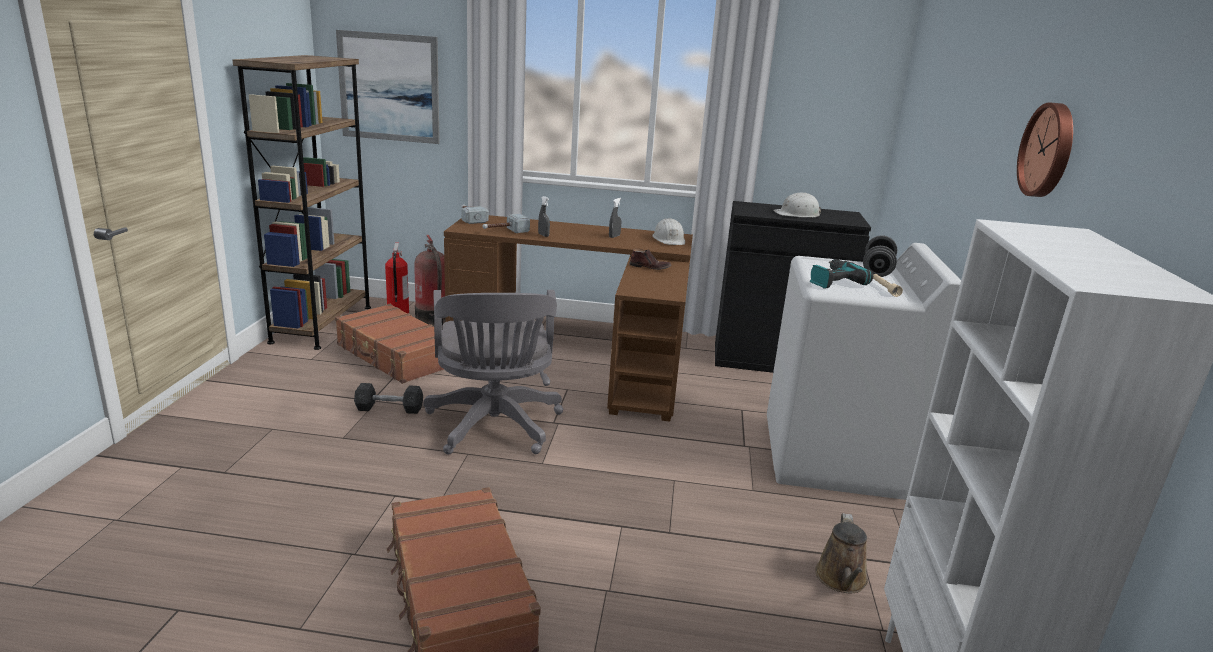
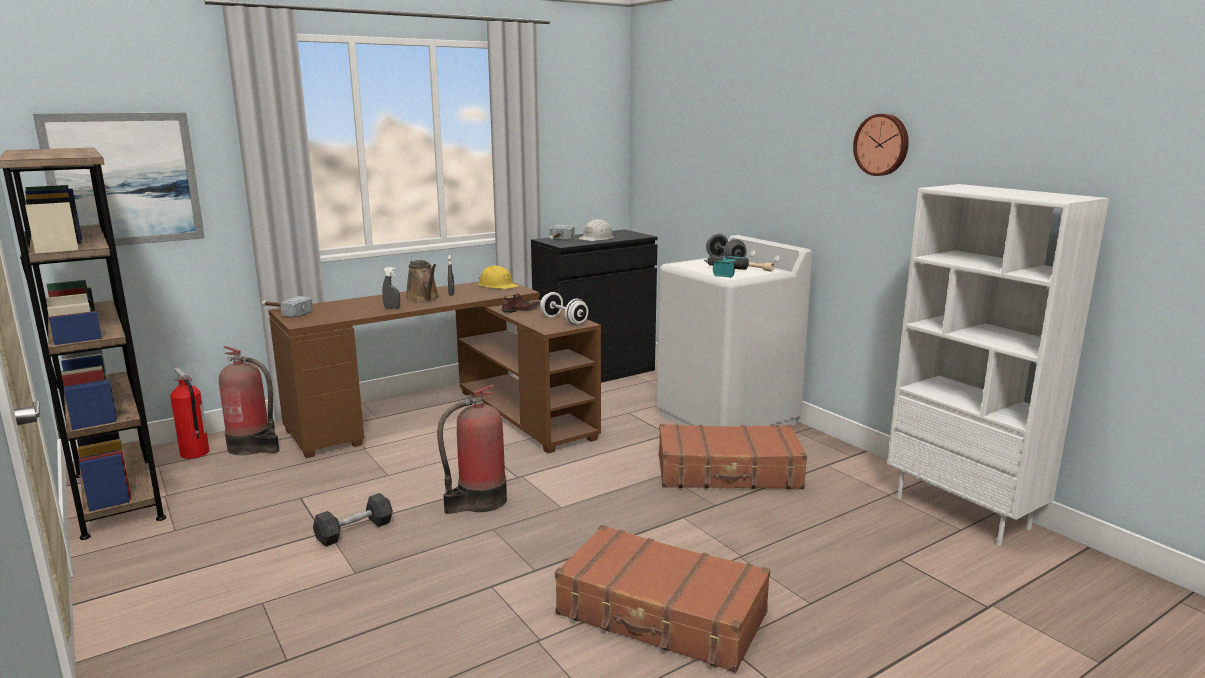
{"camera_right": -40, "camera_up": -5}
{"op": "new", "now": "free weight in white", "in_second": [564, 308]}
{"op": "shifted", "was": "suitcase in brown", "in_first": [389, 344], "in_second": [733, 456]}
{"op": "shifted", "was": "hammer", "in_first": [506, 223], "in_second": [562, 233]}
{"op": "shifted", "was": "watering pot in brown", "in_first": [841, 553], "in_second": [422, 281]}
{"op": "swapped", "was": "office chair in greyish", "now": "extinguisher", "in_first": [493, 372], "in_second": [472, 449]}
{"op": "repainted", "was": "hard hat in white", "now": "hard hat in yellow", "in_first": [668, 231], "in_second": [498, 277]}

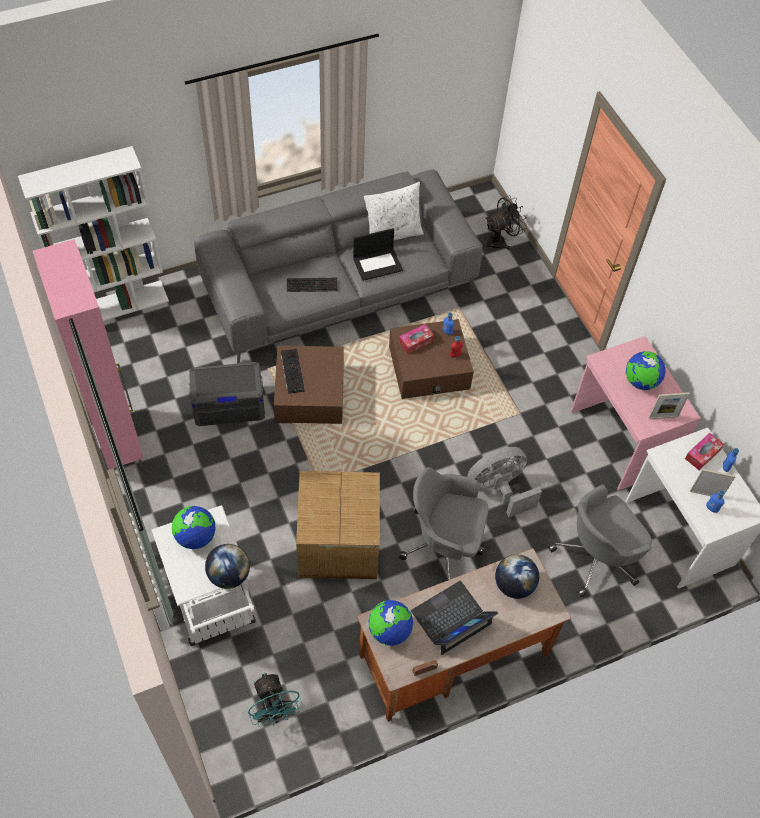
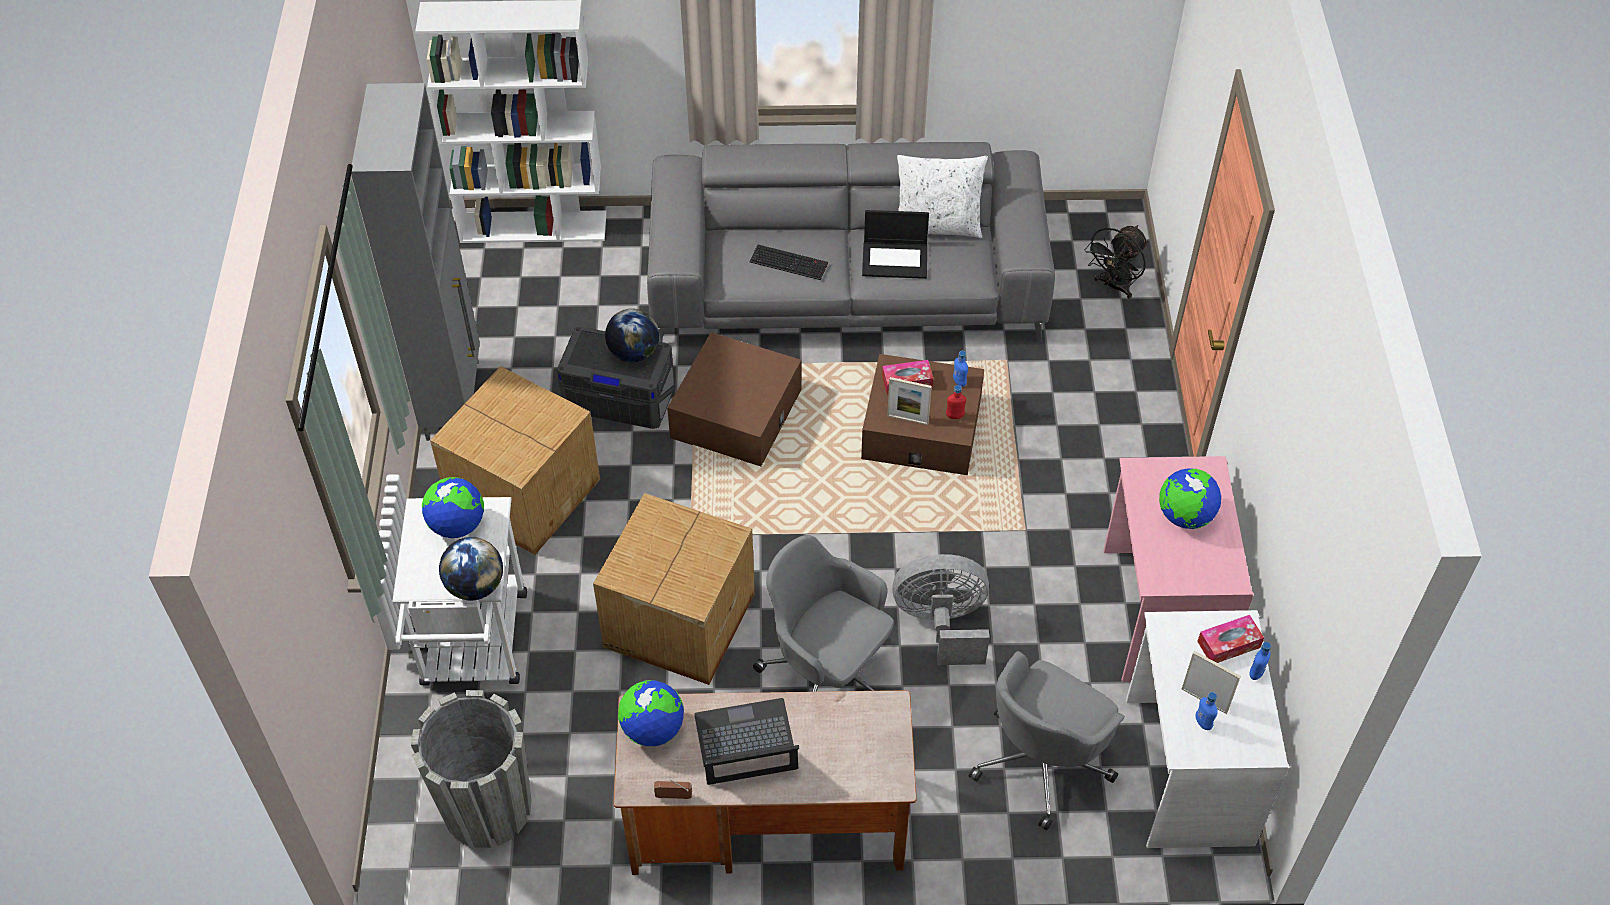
{"camera_right": 25, "camera_up": -5}
{"op": "gone", "was": "PC keyboard", "in_first": [293, 371]}
{"op": "new", "now": "carton", "in_second": [515, 460]}
{"op": "shifted", "was": "desk globe", "in_first": [517, 576], "in_second": [632, 335]}
{"op": "shifted", "was": "photo frame", "in_first": [669, 405], "in_second": [909, 401]}
{"op": "swapped", "was": "cooling fan in blue-green", "now": "flower pot in greyish", "in_first": [275, 700], "in_second": [471, 769]}
{"op": "repainted", "was": "storage cabinet in pink", "now": "storage cabinet in greyish", "in_first": [88, 354], "in_second": [415, 262]}
{"op": "rotated", "was": "cooling fan in blackish", "in_first": [505, 222], "in_second": [1116, 262], "clockwise": 135}
{"op": "rotated", "was": "office chair in greyish", "in_first": [600, 541], "in_second": [1047, 741], "clockwise": -45}

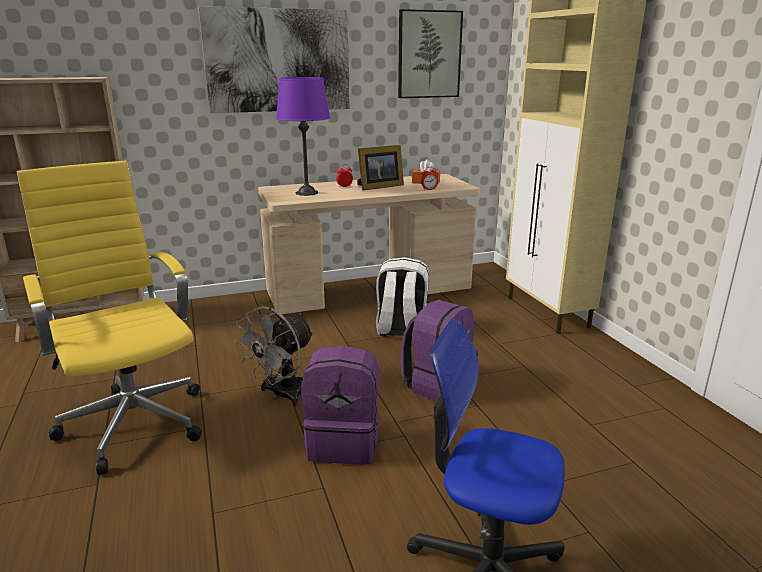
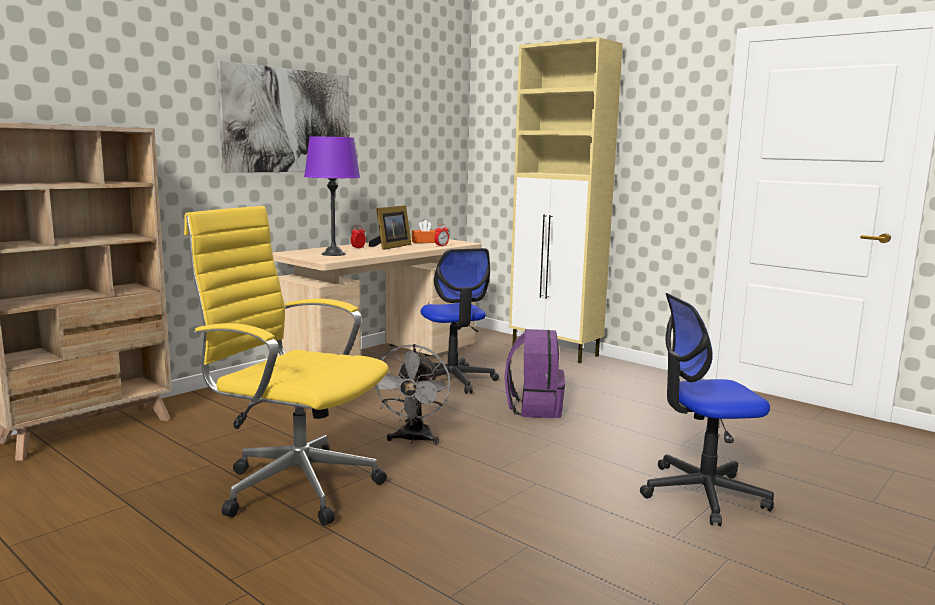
{"camera_right": -30, "camera_up": -10}
{"op": "gone", "was": "knapsack in purple-coloured", "in_first": [340, 405]}
{"op": "gone", "was": "picture", "in_first": [430, 53]}
{"op": "swapped", "was": "knapsack in white", "now": "office chair", "in_first": [402, 297], "in_second": [460, 321]}

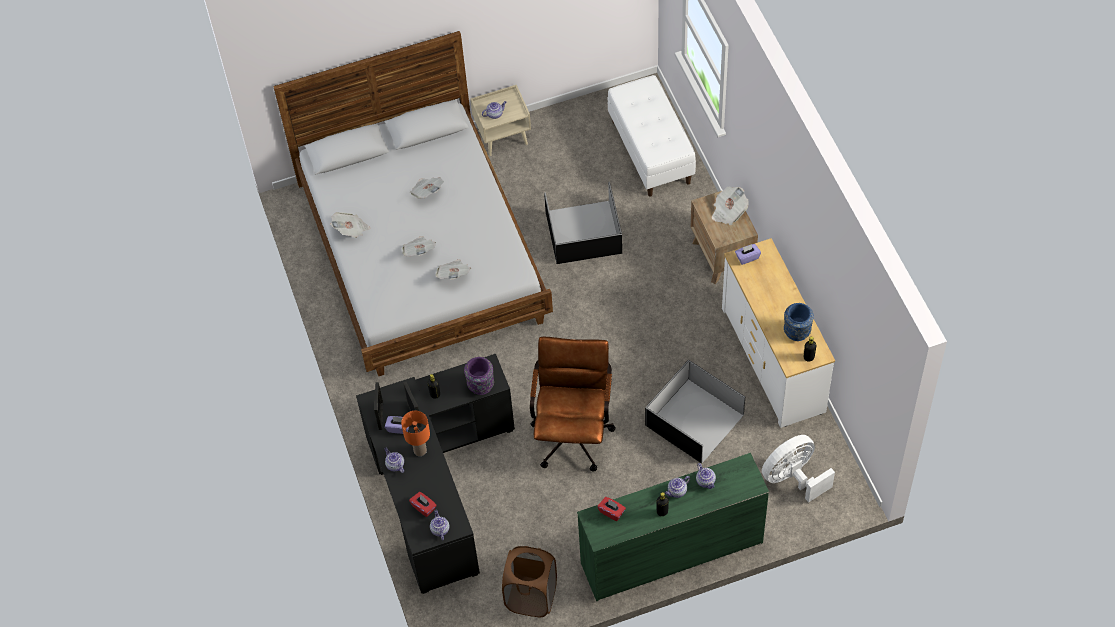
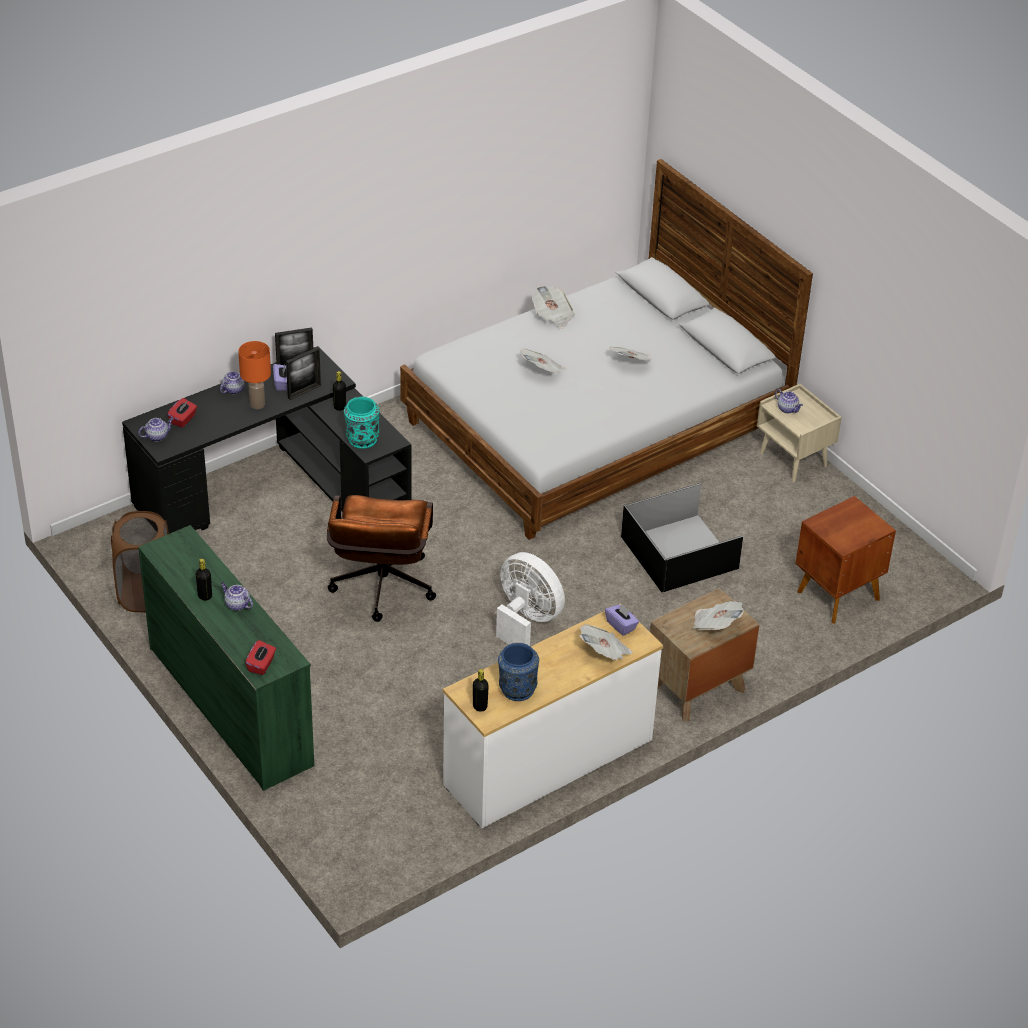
{"camera_right": 70, "camera_up": -15}
{"op": "gone", "was": "storage bin in blackish", "in_first": [695, 411]}
{"op": "gone", "was": "teapot", "in_first": [706, 476]}
{"op": "shifted", "was": "newspaper", "in_first": [453, 269], "in_second": [606, 642]}
{"op": "shifted", "was": "tissue holder in red", "in_first": [611, 509], "in_second": [260, 657]}
{"op": "shifted", "was": "cooling fan in white", "in_first": [798, 469], "in_second": [530, 599]}
{"op": "swapped", "was": "long seat in white", "now": "nightstand in brown", "in_first": [652, 136], "in_second": [845, 560]}
{"op": "repainted", "was": "decorative vase in purple-coloured", "now": "decorative vase in blue-green", "in_first": [479, 376], "in_second": [362, 423]}
{"op": "rotated", "was": "office chair in brown", "in_first": [573, 404], "in_second": [381, 558], "clockwise": 105}

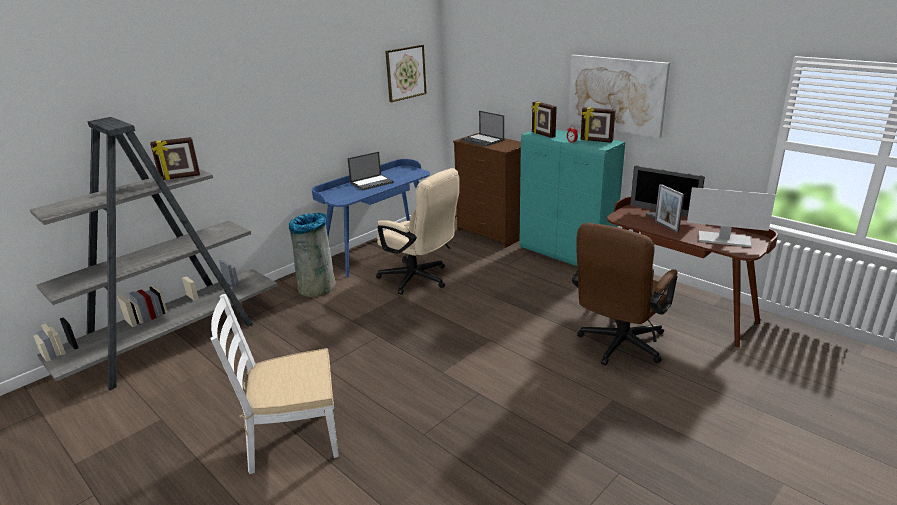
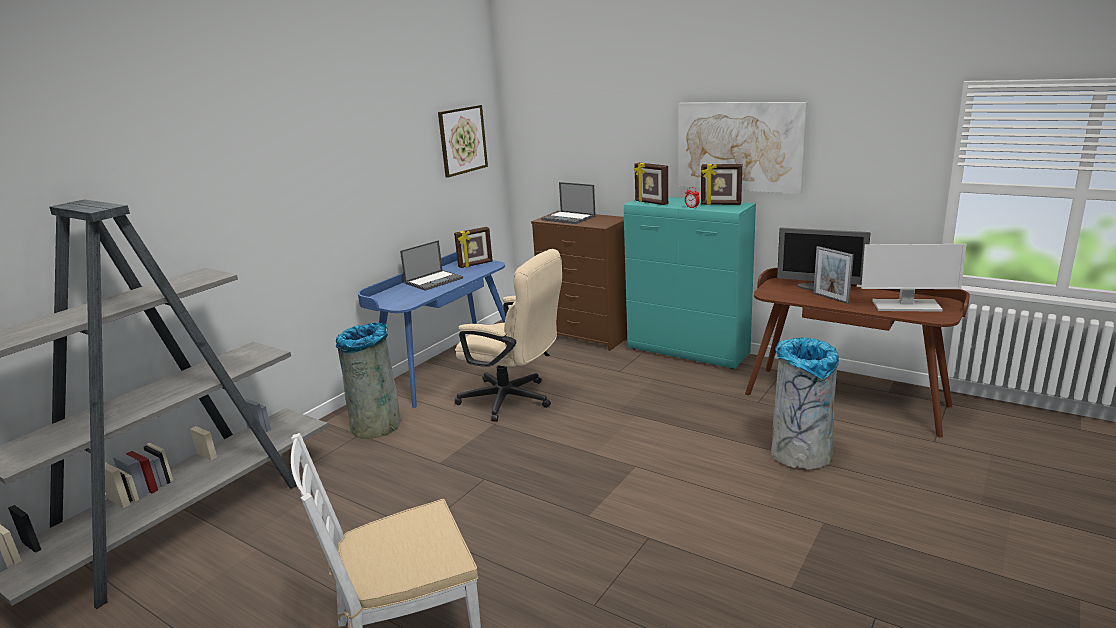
{"camera_right": -10, "camera_up": -5}
{"op": "shifted", "was": "photo frame", "in_first": [175, 158], "in_second": [473, 247]}
{"op": "swapped", "was": "office chair in brown", "now": "trash can in greyish", "in_first": [625, 294], "in_second": [805, 403]}

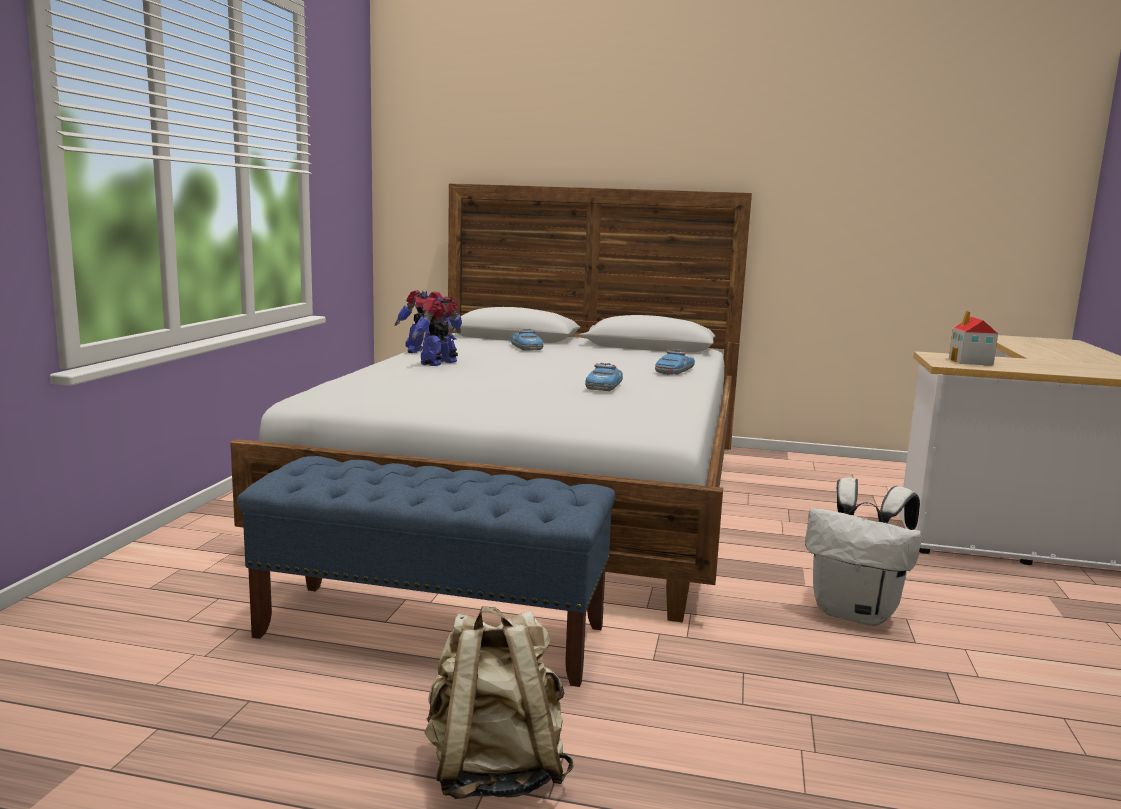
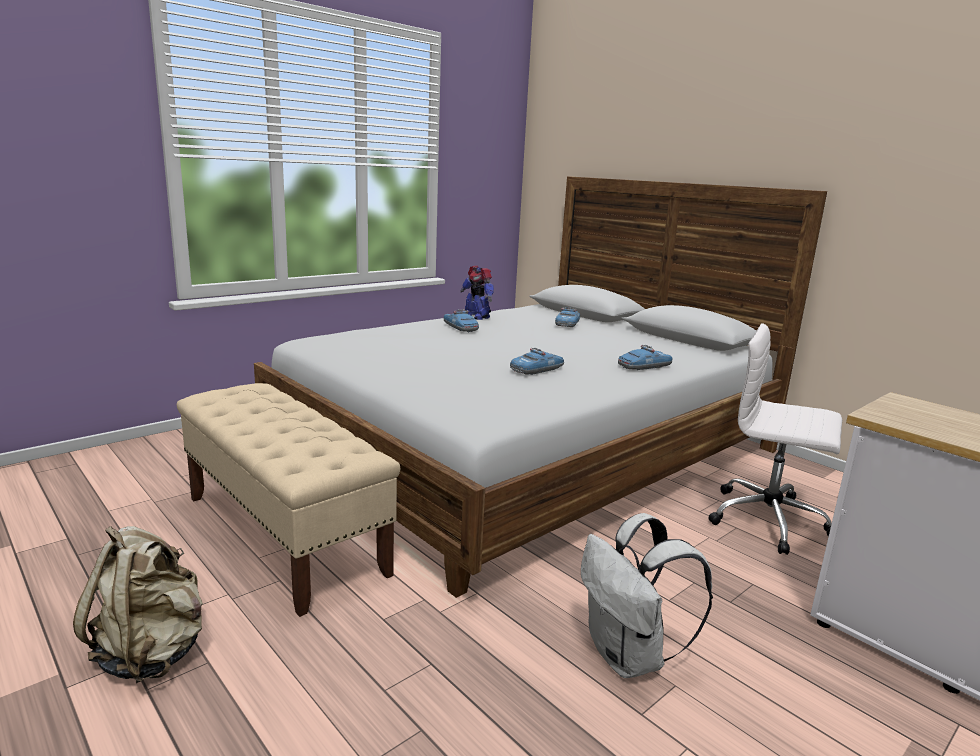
{"camera_right": 35, "camera_up": 5}
{"op": "gone", "was": "model house", "in_first": [973, 338]}
{"op": "new", "now": "office chair in white", "in_second": [775, 439]}
{"op": "swapped", "was": "model robot", "now": "model car", "in_first": [437, 331], "in_second": [461, 320]}
{"op": "repainted", "was": "long seat in blue-coloured", "now": "long seat in beige", "in_first": [426, 571], "in_second": [288, 500]}

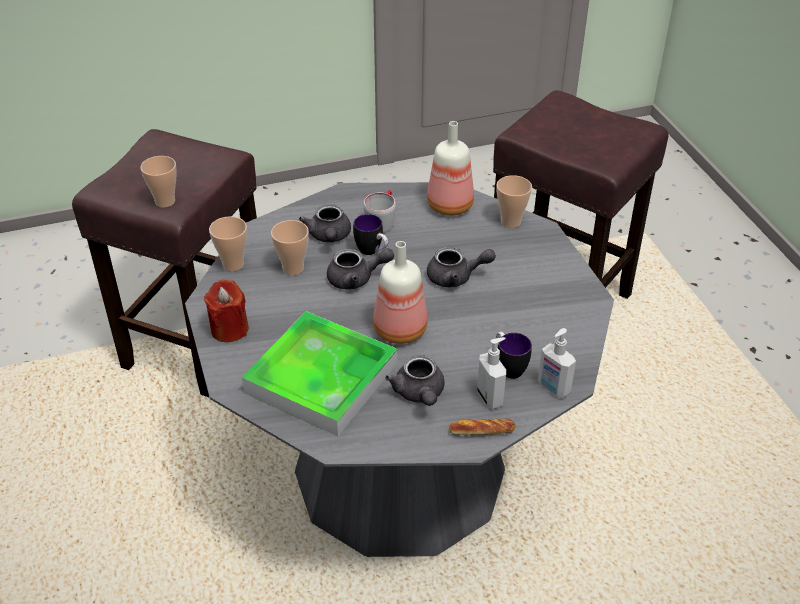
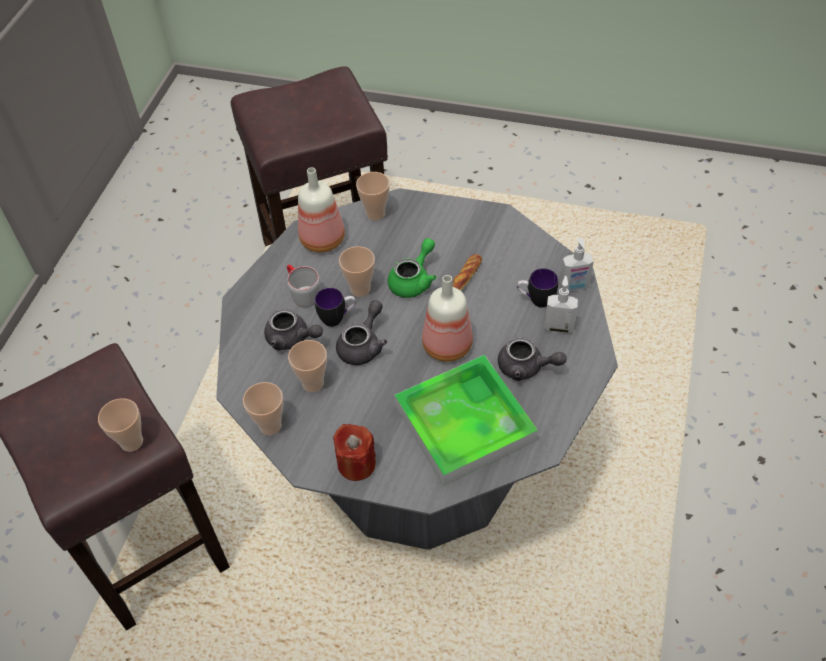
{"camera_right": -55, "camera_up": 10}
{"op": "new", "now": "cup", "in_second": [357, 271]}
{"op": "shifted", "was": "bakery bread", "in_first": [482, 427], "in_second": [467, 272]}
{"op": "repainted", "was": "teapot in greyish", "now": "teapot in green-coloured", "in_first": [461, 267], "in_second": [412, 268]}

